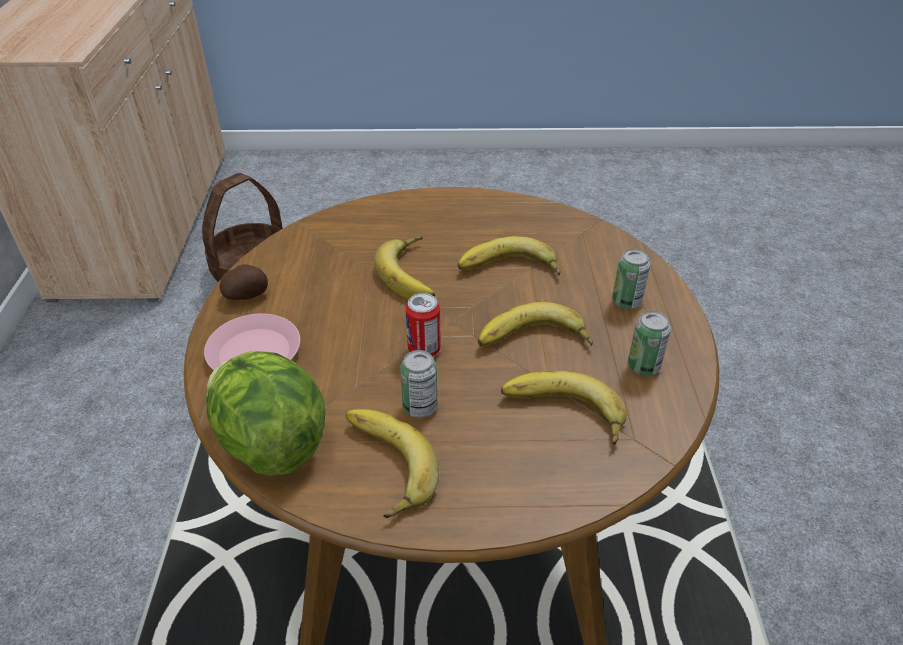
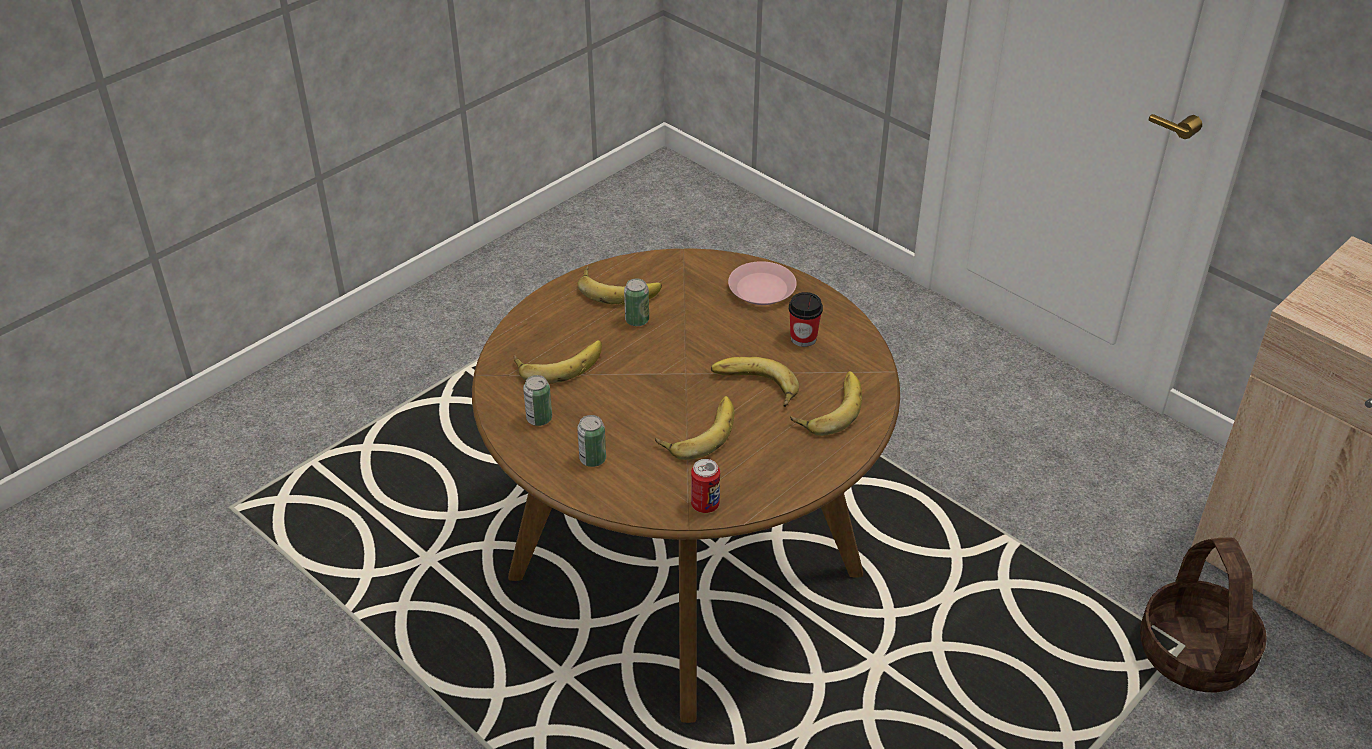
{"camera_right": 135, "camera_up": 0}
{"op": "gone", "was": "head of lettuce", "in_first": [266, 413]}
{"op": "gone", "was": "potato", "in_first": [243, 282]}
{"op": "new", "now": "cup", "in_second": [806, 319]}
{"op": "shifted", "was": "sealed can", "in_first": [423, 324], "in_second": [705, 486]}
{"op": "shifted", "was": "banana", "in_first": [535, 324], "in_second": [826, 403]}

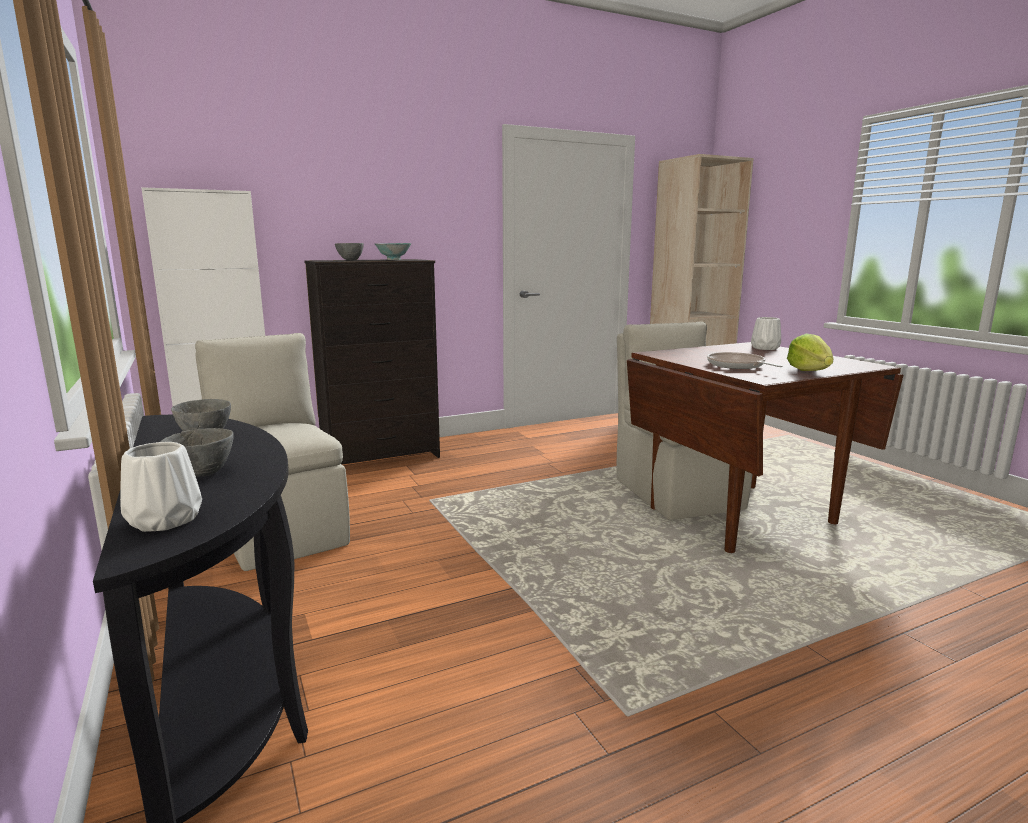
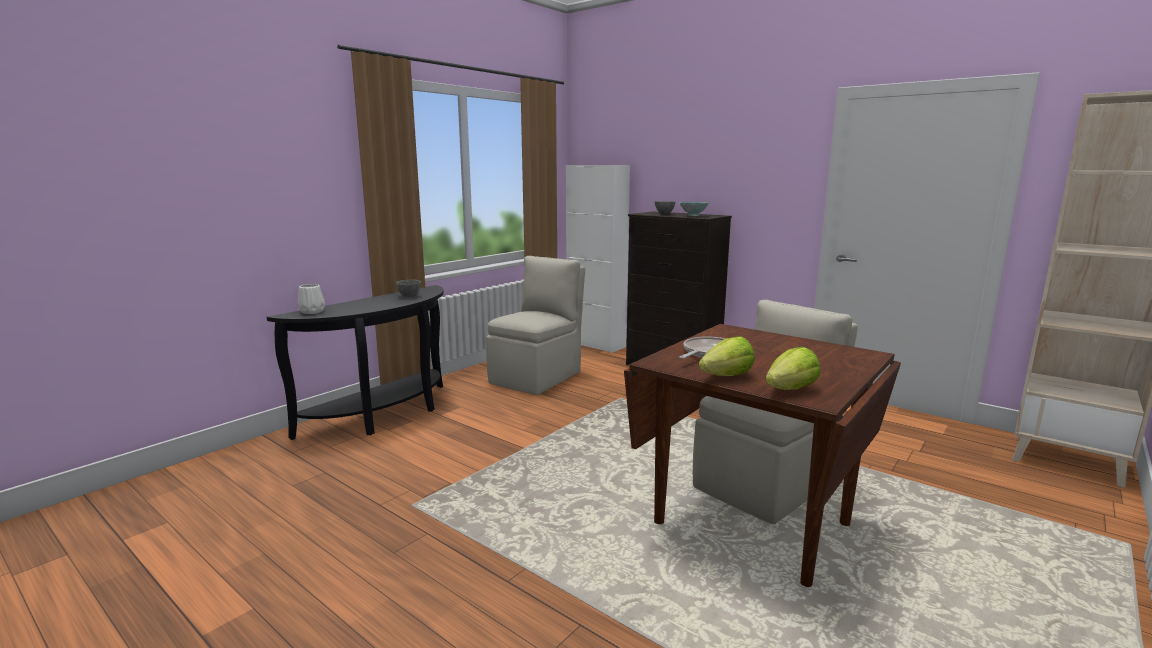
{"camera_right": 65, "camera_up": 0}
{"op": "gone", "was": "bowl in greyish", "in_first": [197, 452]}
{"op": "gone", "was": "decorative vase in white", "in_first": [766, 333]}
{"op": "new", "now": "head of lettuce", "in_second": [793, 368]}

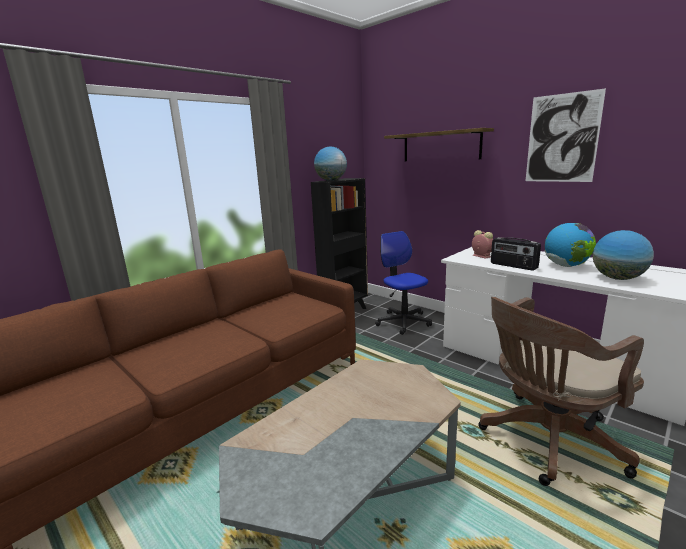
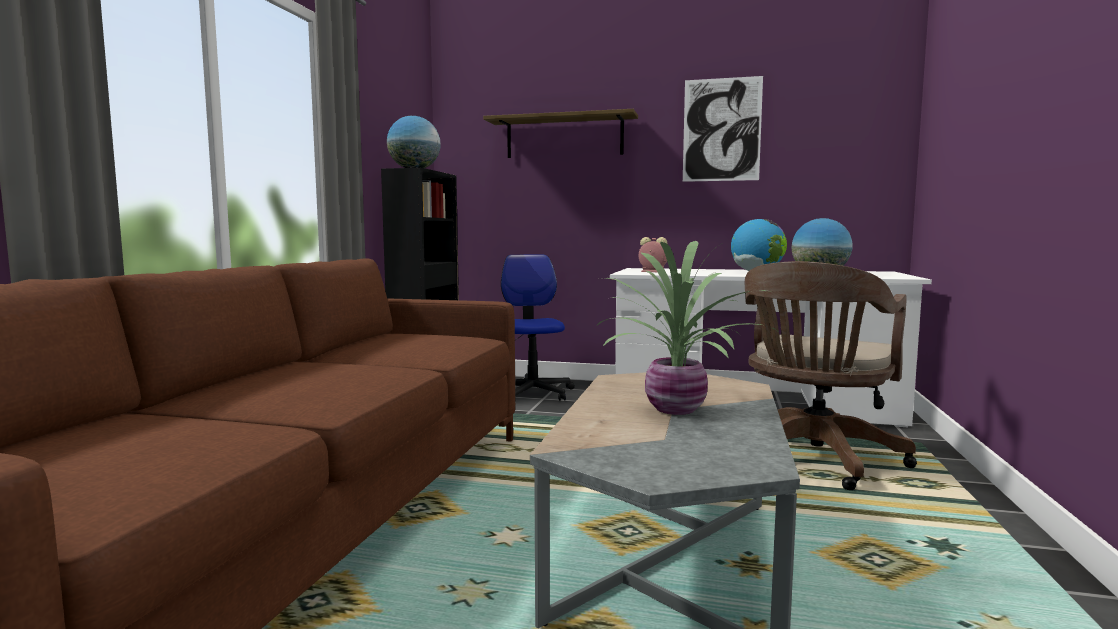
{"camera_right": -30, "camera_up": -10}
{"op": "gone", "was": "radio receiver", "in_first": [516, 254]}
{"op": "new", "now": "potted plant", "in_second": [687, 328]}
{"op": "rotated", "was": "office chair", "in_first": [403, 283], "in_second": [538, 328], "clockwise": 45}

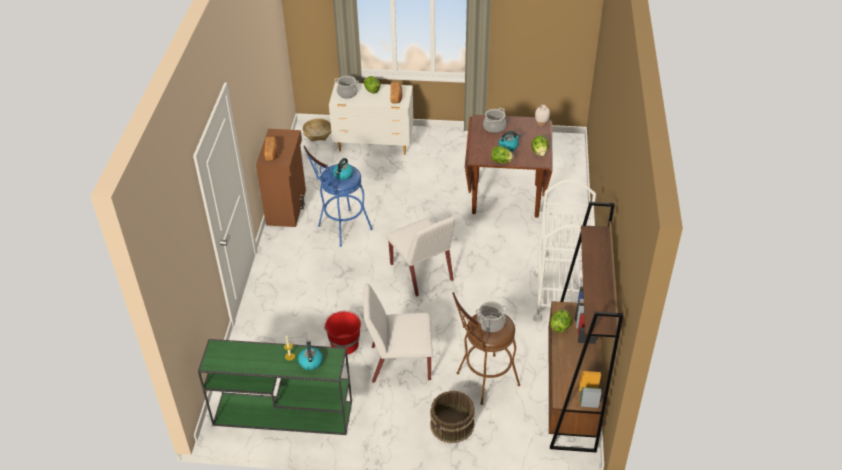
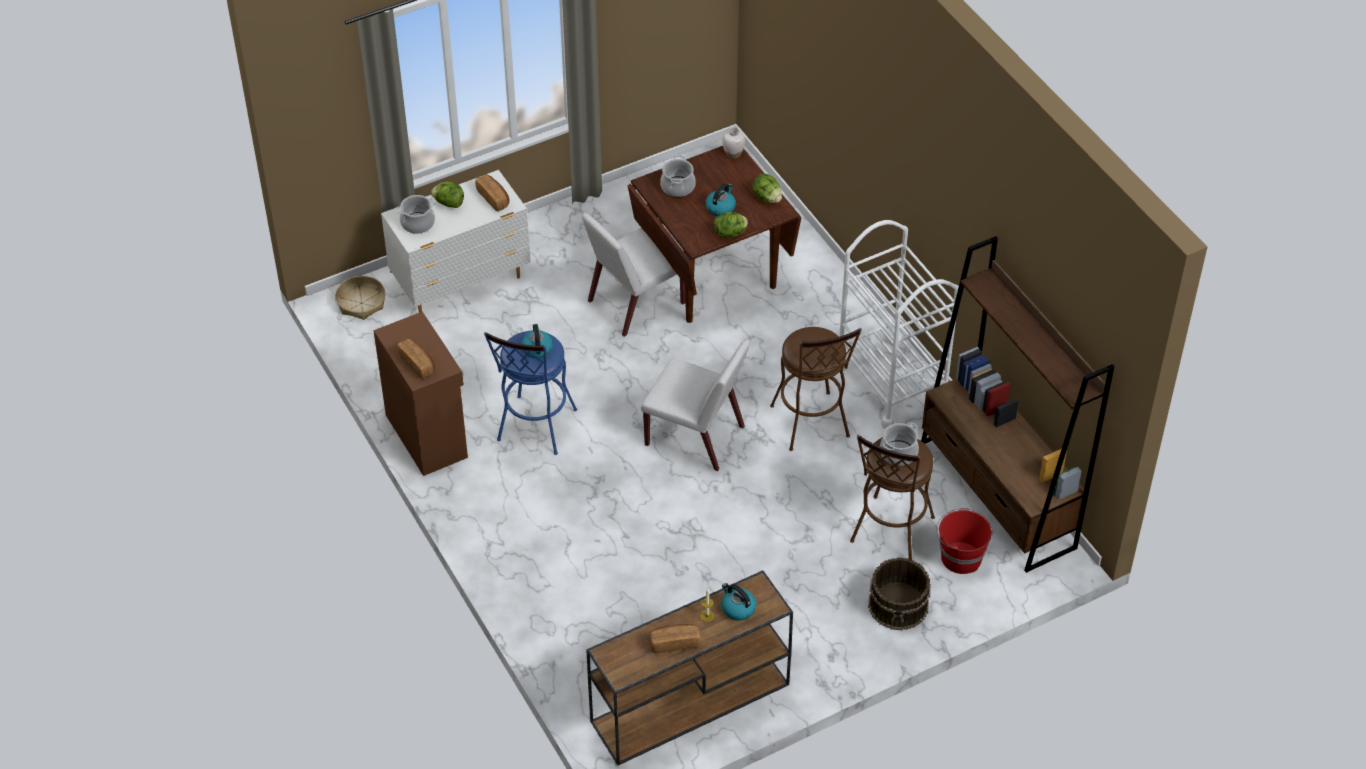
{"camera_right": -35, "camera_up": 5}
{"op": "gone", "was": "head of lettuce", "in_first": [561, 321]}
{"op": "new", "now": "bakery bread", "in_second": [674, 638]}
{"op": "new", "now": "sitting stool in brown", "in_second": [816, 389]}
{"op": "shifted", "was": "bucket in red", "in_first": [342, 332], "in_second": [964, 541]}
{"op": "shifted", "was": "upright chair in white", "in_first": [398, 333], "in_second": [633, 275]}
{"op": "repainted", "was": "hall table in green-coloured", "now": "hall table in brown", "in_first": [275, 387], "in_second": [689, 667]}

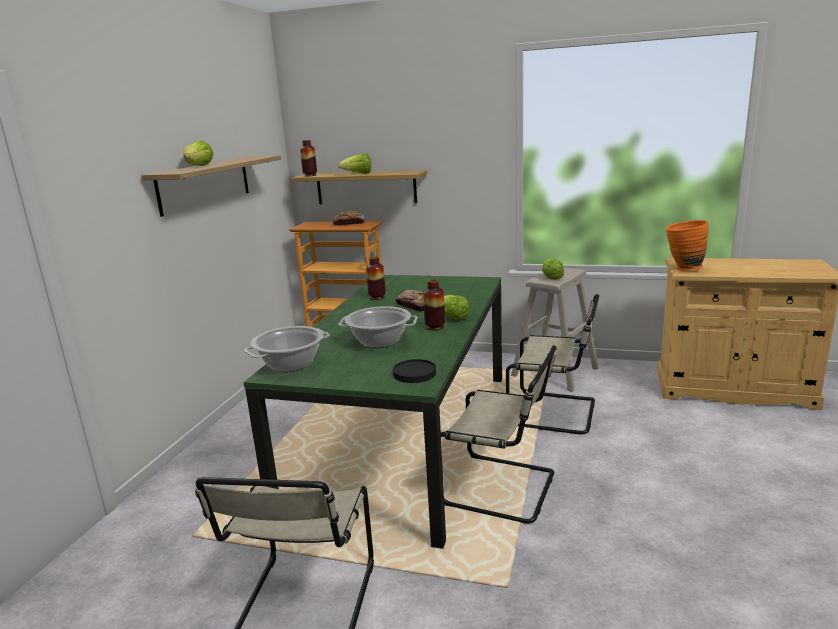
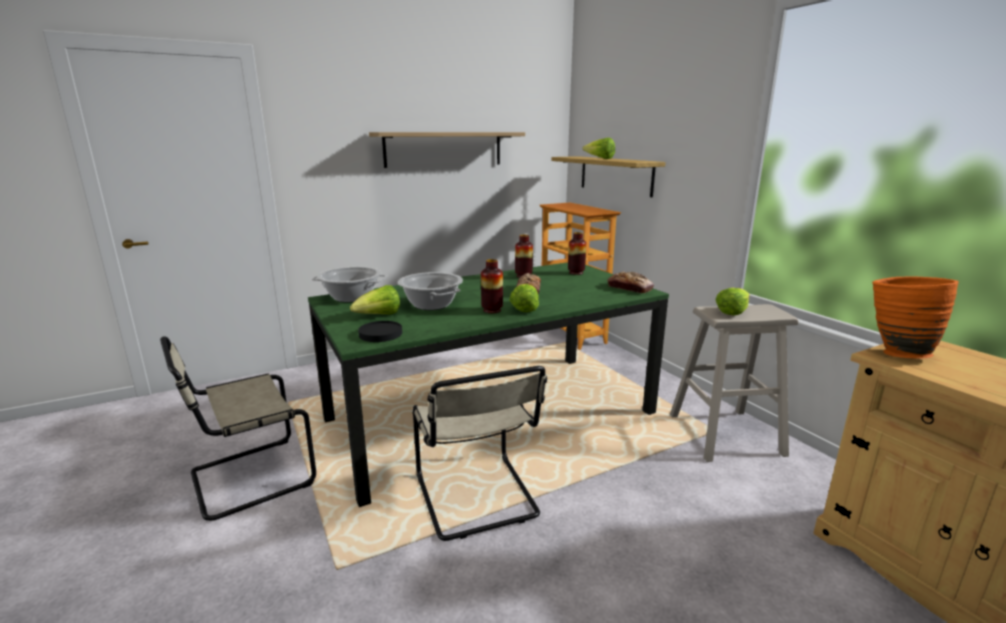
{"camera_right": 45, "camera_up": 0}
{"op": "gone", "was": "upright chair in beige", "in_first": [552, 364]}
{"op": "shifted", "was": "head of lettuce", "in_first": [198, 153], "in_second": [375, 300]}
{"op": "shifted", "was": "decorative vase", "in_first": [308, 158], "in_second": [577, 253]}
{"op": "shifted", "was": "bakery bread", "in_first": [349, 218], "in_second": [630, 282]}

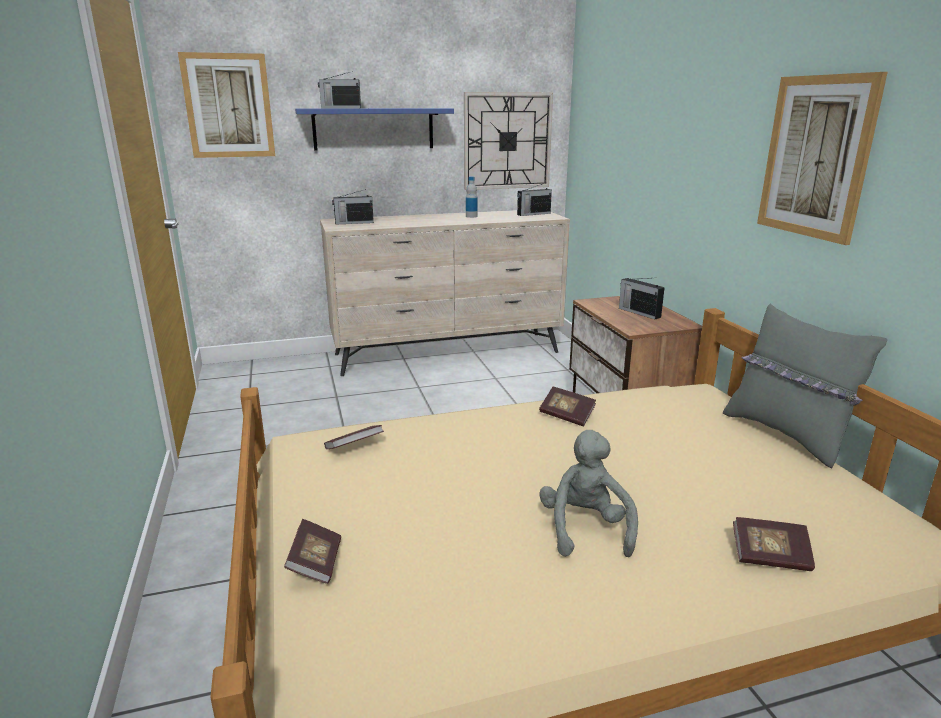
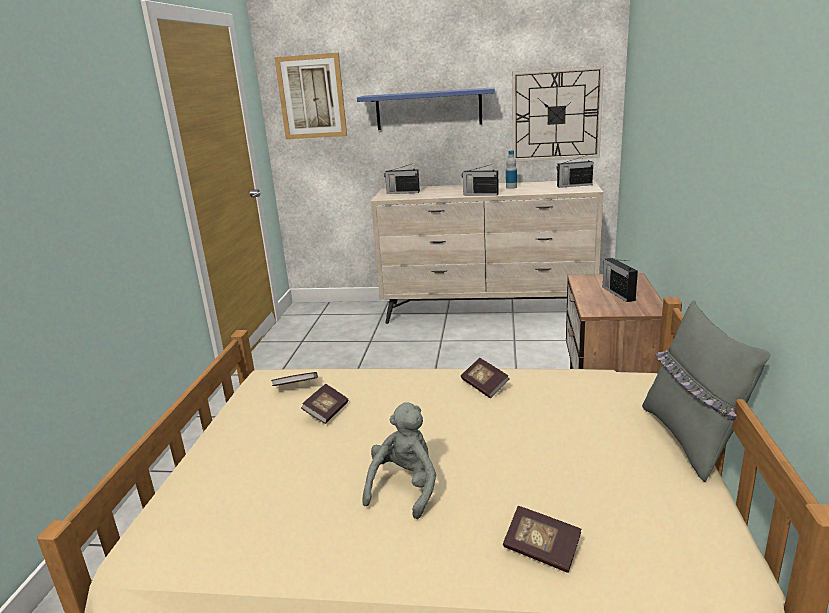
{"camera_right": 25, "camera_up": 0}
{"op": "gone", "was": "picture", "in_first": [822, 158]}
{"op": "shifted", "was": "book", "in_first": [312, 551], "in_second": [324, 404]}
{"op": "shifted", "was": "radio receiver", "in_first": [339, 89], "in_second": [480, 180]}

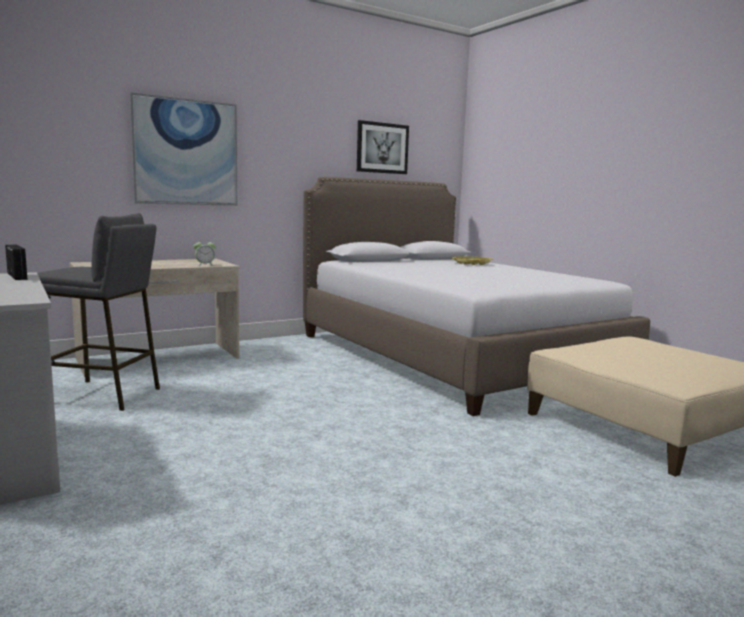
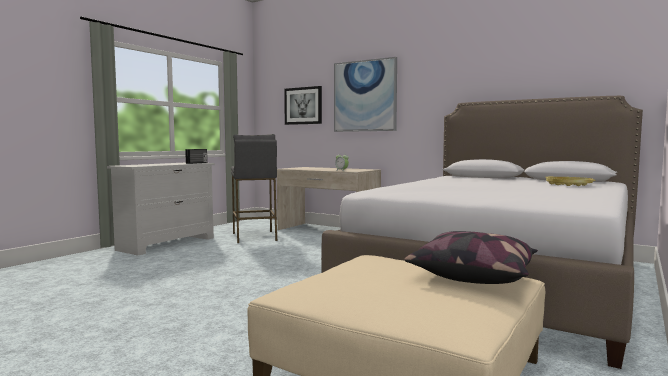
{"camera_right": 65, "camera_up": -5}
{"op": "new", "now": "cushion", "in_second": [471, 257]}
{"op": "shifted", "was": "picture", "in_first": [383, 147], "in_second": [303, 105]}

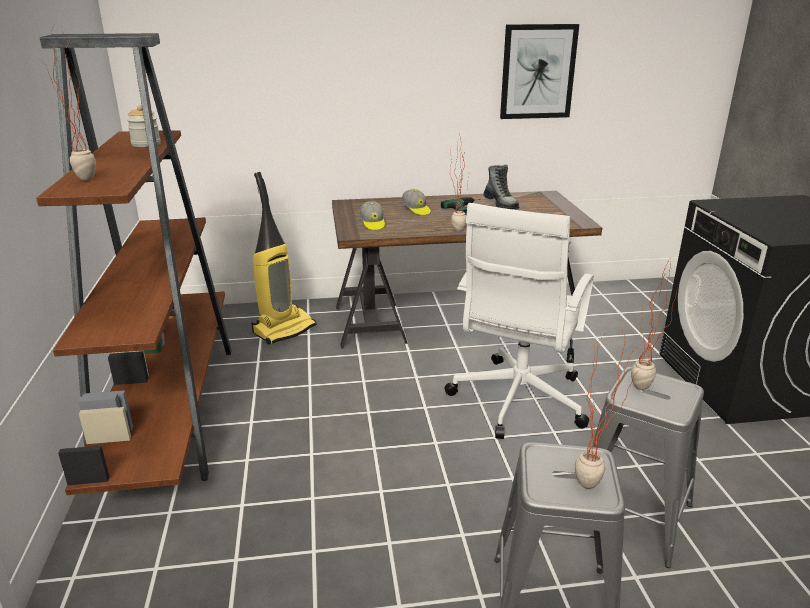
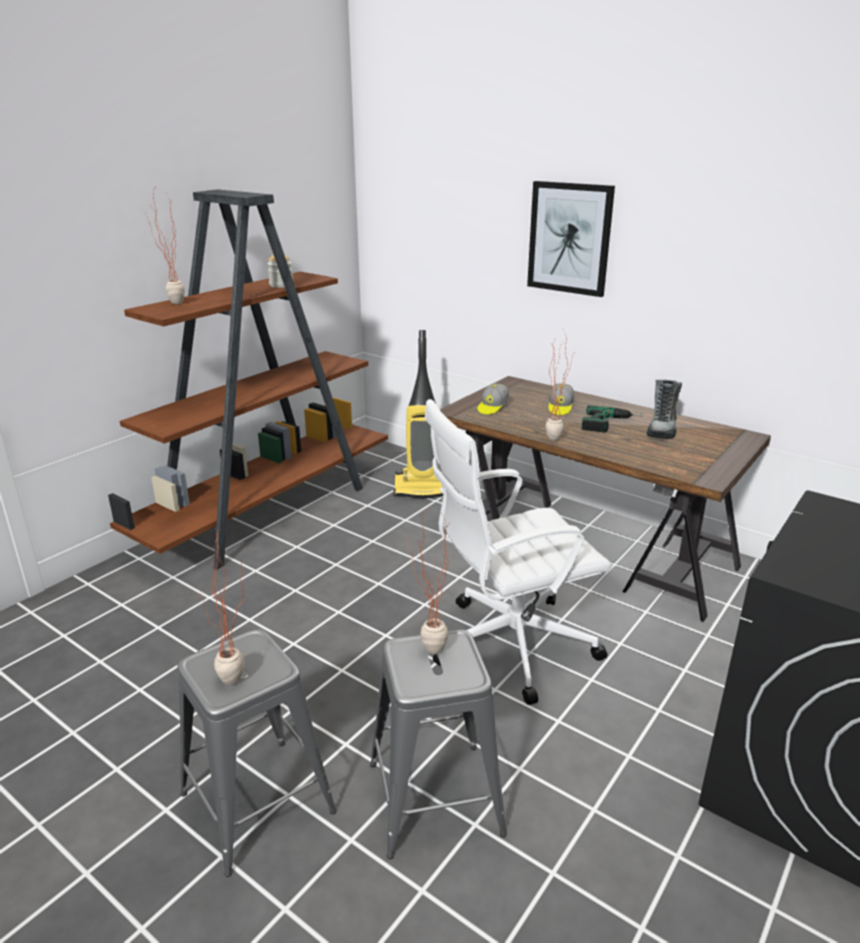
{"camera_right": 45, "camera_up": 0}
{"op": "shifted", "was": "picture", "in_first": [539, 71], "in_second": [571, 239]}

